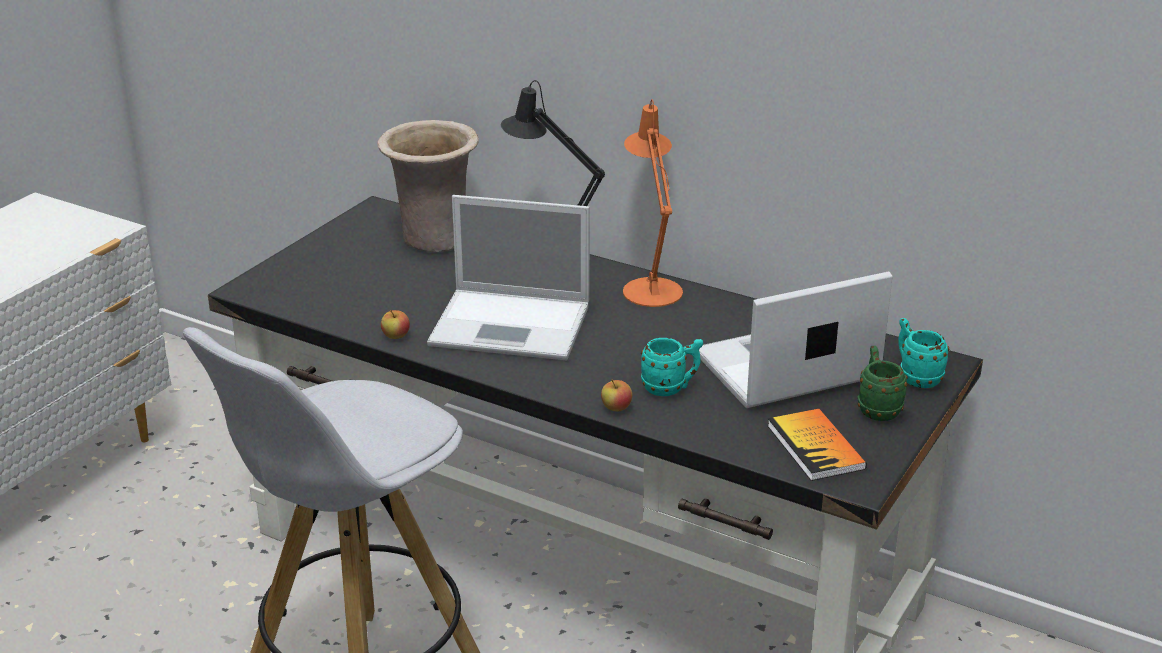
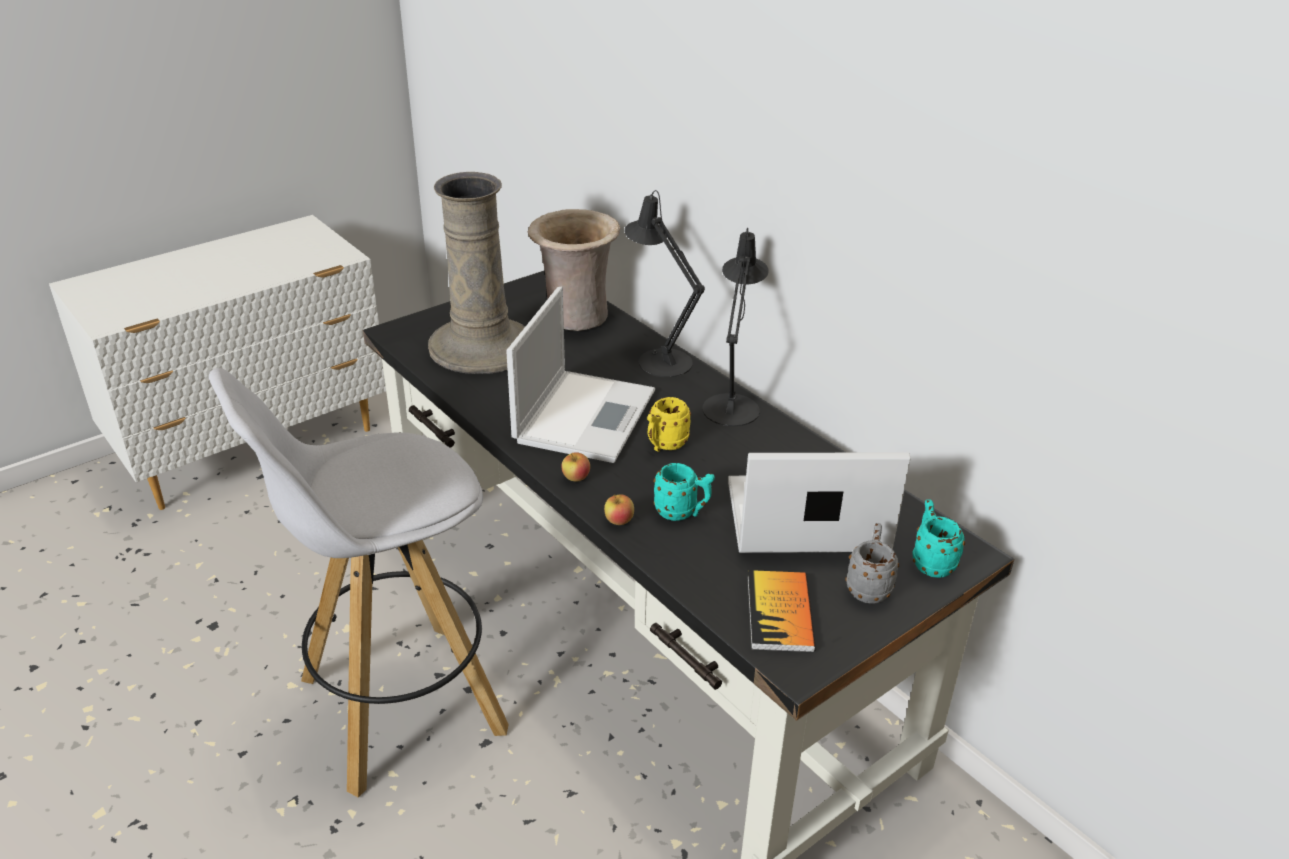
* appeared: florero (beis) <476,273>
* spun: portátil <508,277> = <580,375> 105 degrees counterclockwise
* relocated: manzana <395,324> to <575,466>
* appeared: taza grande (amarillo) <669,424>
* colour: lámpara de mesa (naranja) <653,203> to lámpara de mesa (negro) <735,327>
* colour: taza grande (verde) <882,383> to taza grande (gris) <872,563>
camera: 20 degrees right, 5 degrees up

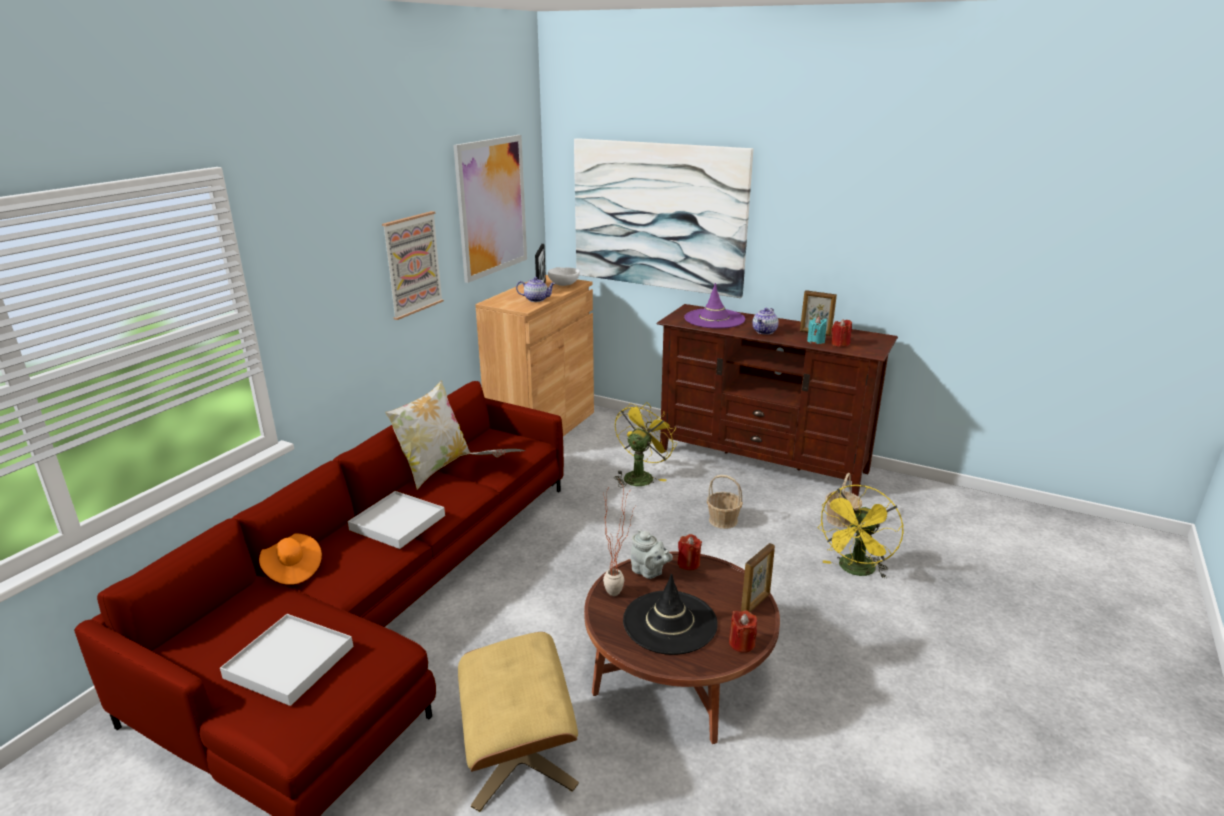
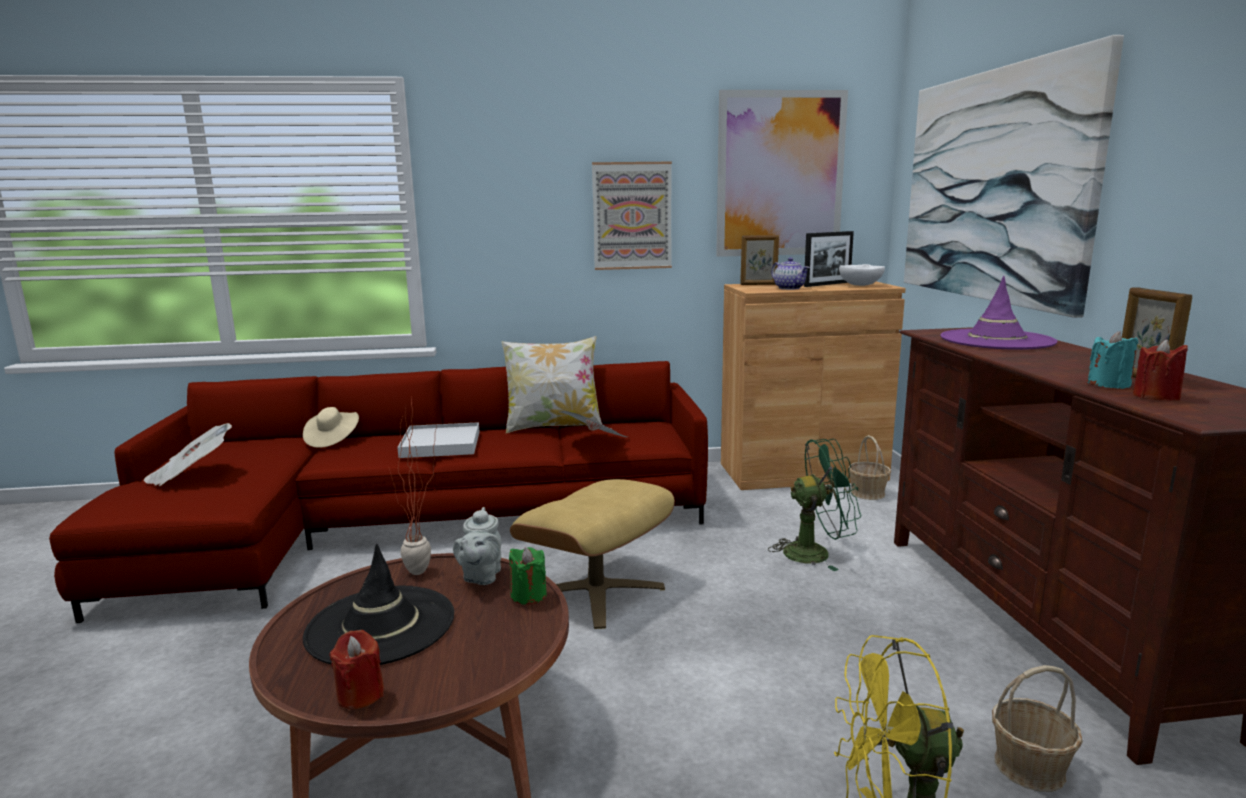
* exchanged: bandeja (blanco) <286,660> to periódico <187,454>
* colour: sombrero (naranja) <290,559> to sombrero (beis) <331,427>
* colour: vela (rojo) <690,552> to vela (verde) <528,576>
* relocated: puf (beis) <518,722> to <592,554>
* relocated: portarretratos <758,577> to <759,260>
* colour: ventilador (amarillo) <645,445> to ventilador (verde) <815,505>
* relocated: cesta <725,502> to <869,467>
* missing: tetera <765,321>
camera: 55 degrees right, 10 degrees down

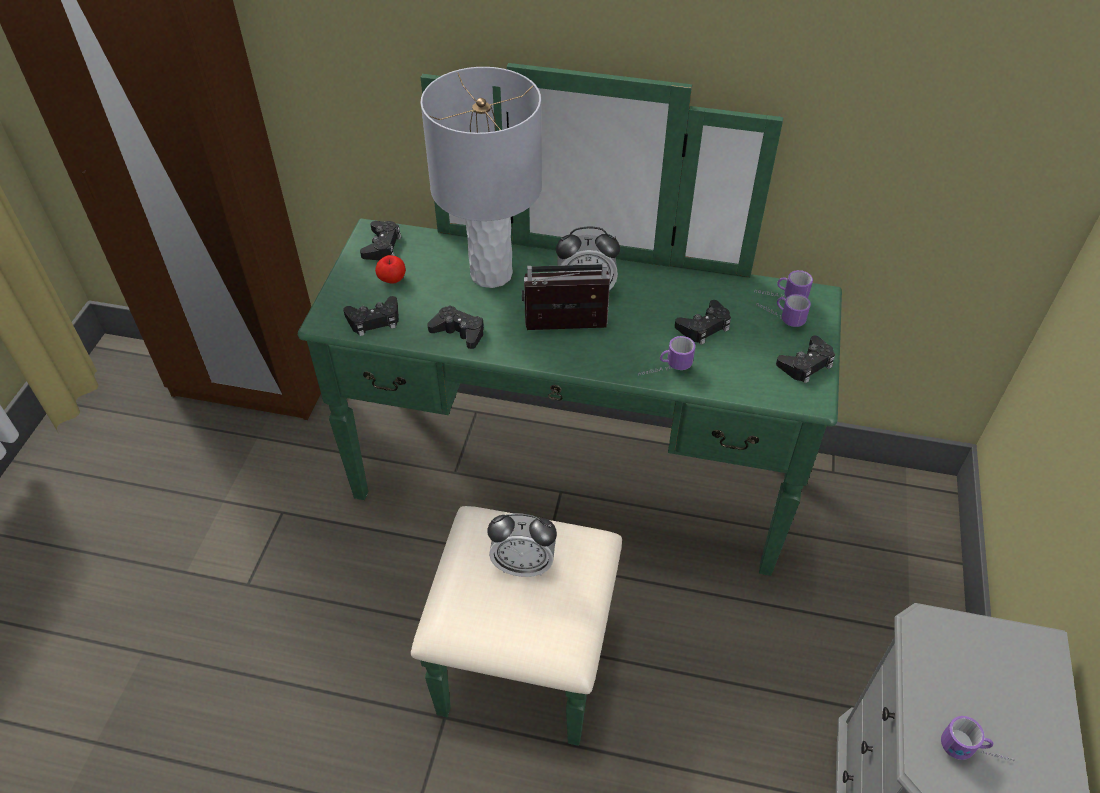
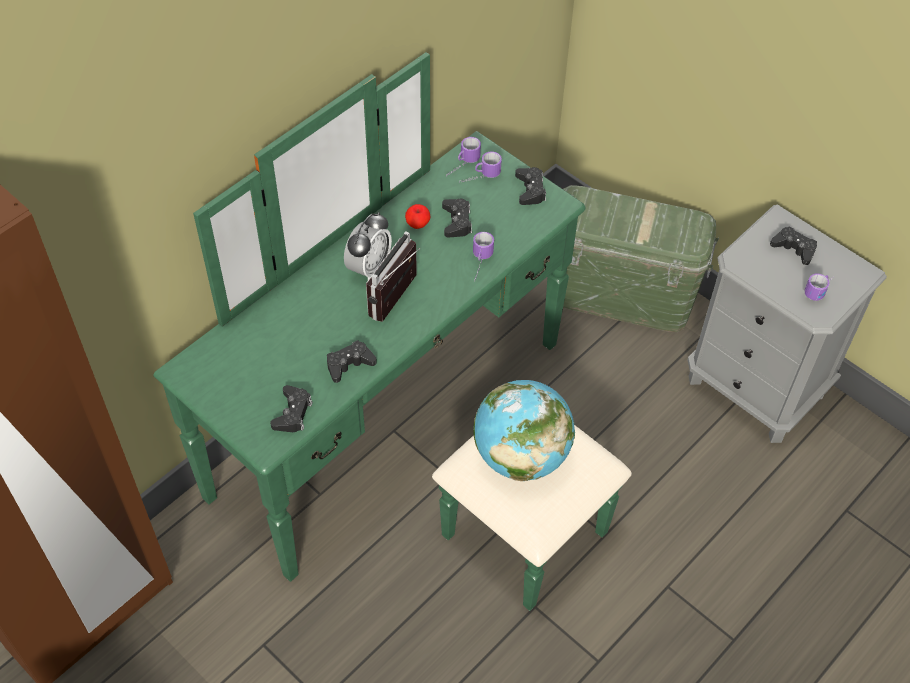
* relocated: manzana <390,269> to <418,216>
* exchanged: despertador <522,545> to globo terráqueo <524,430>
* appeared: caja de almacenaje (verde) <641,258>
* relocated: mando de consola (negro) <381,240> to <793,245>
* missing: lámpara de mesa (gris) <481,177>
camera: 60 degrees left, 5 degrees up

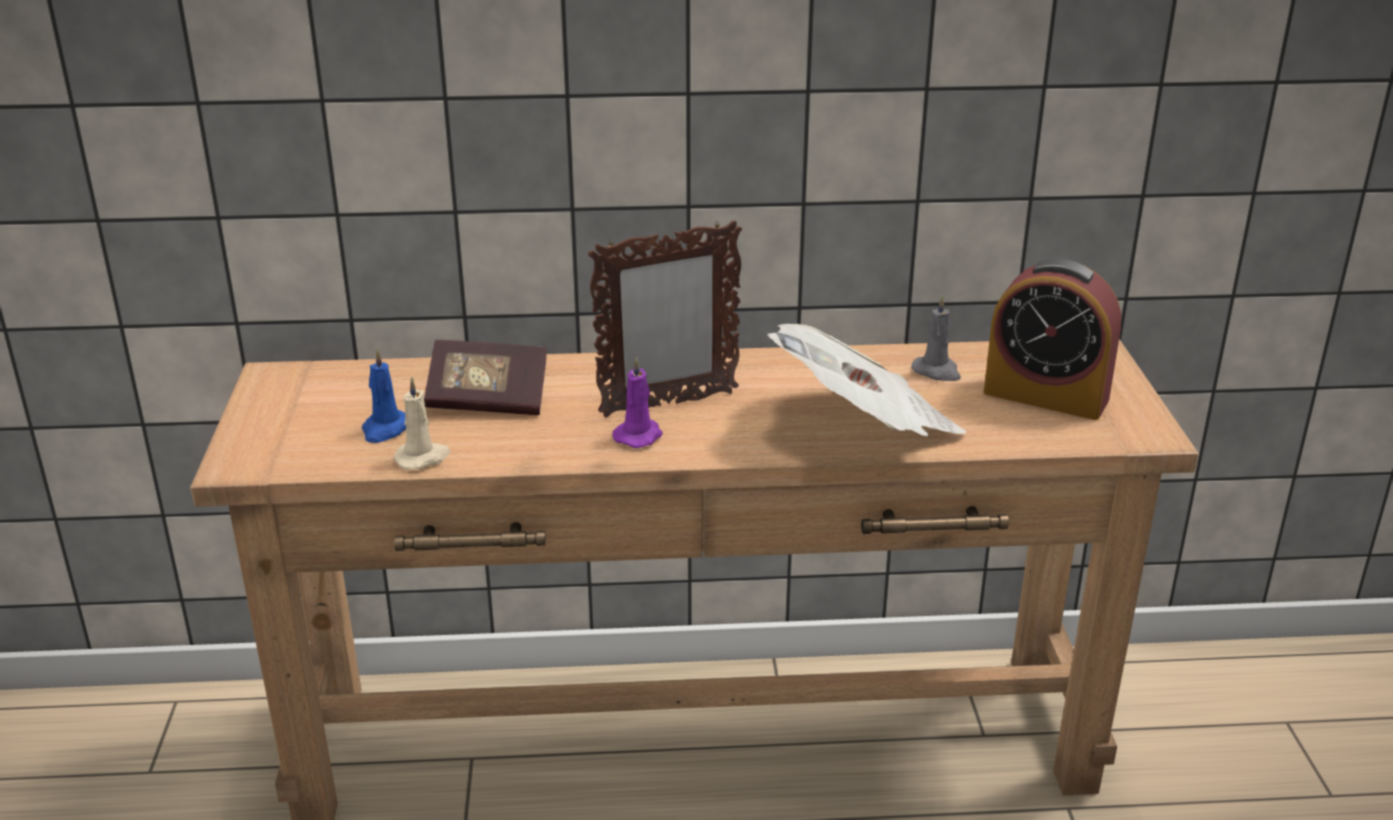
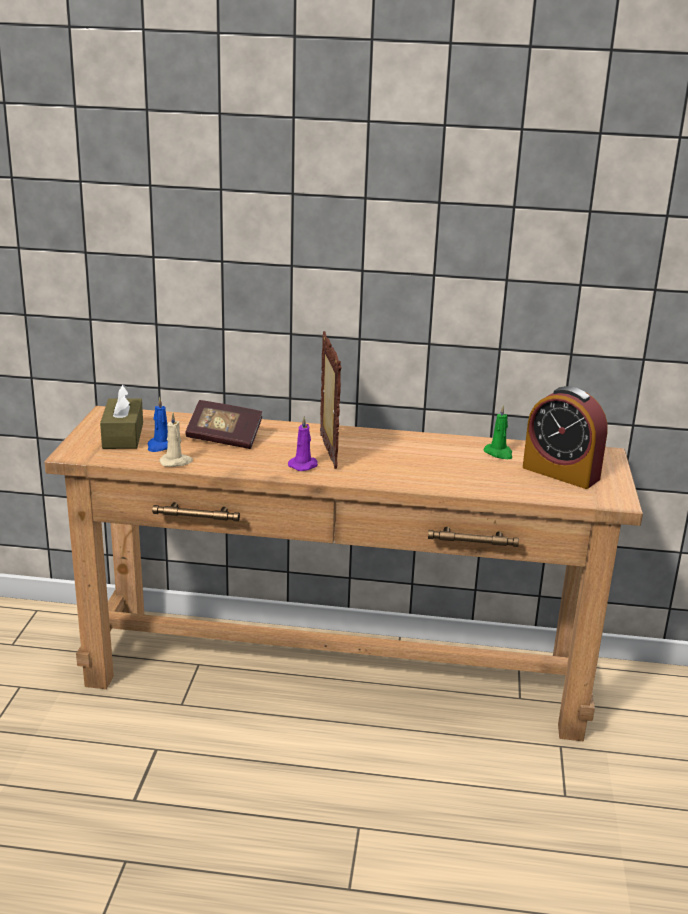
* appeared: caja de pañuelos (marrón) <121,416>
* spun: portarretratos <665,318> = <330,400> 90 degrees counterclockwise
* colour: vela (gris) <936,338> to vela (verde) <498,432>
* missing: periódico <866,380>
camera: 10 degrees right, 5 degrees down

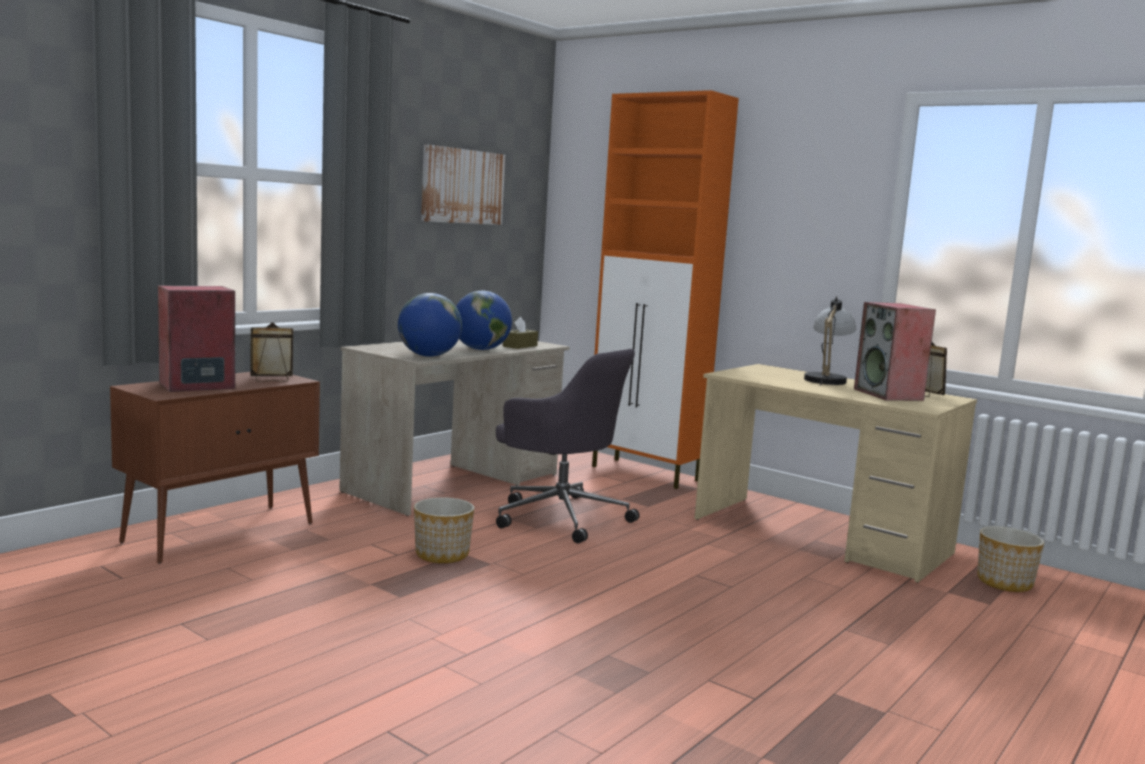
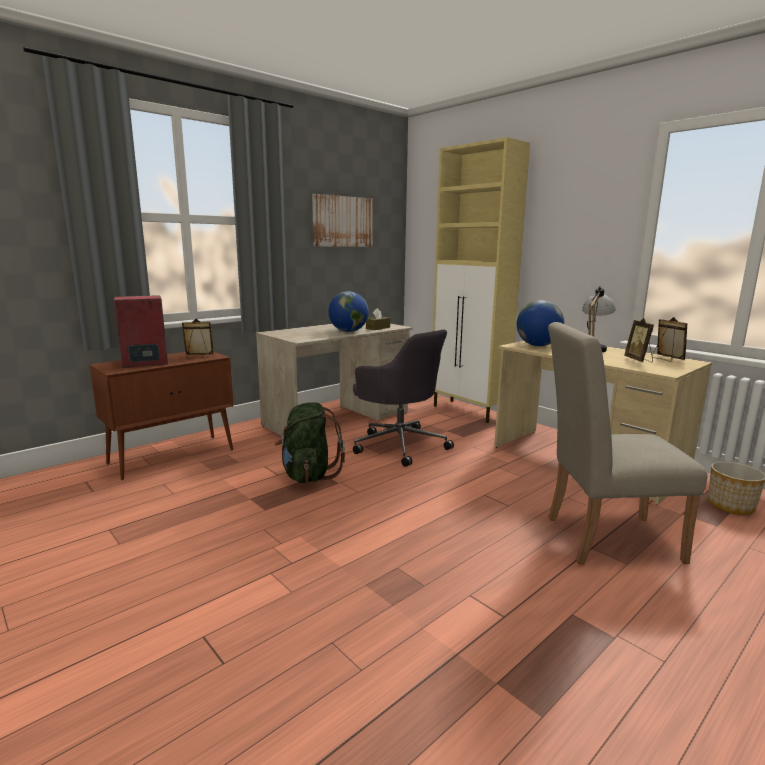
* exchanged: maceta <444,530> to mochila (verde) <310,442>
* colour: armario (naranja) <665,289> to armario (beis) <481,280>
* relocated: globo terráqueo <430,325> to <540,323>
* appeared: silla (beis) <628,443>
* exchanged: altavoz <895,351> to portarretratos <639,340>
camera: 10 degrees right, 5 degrees up

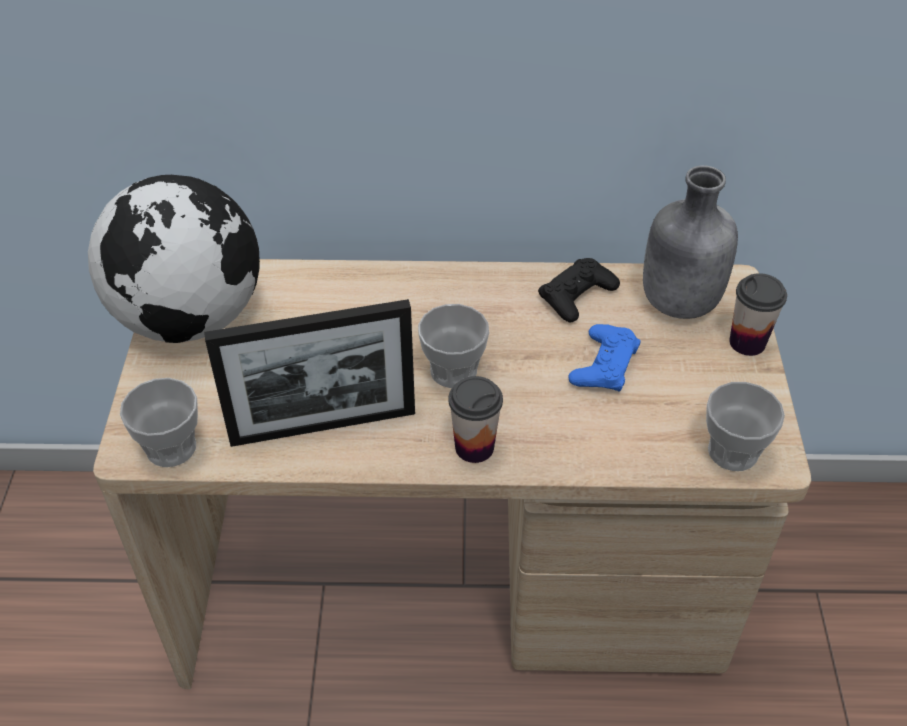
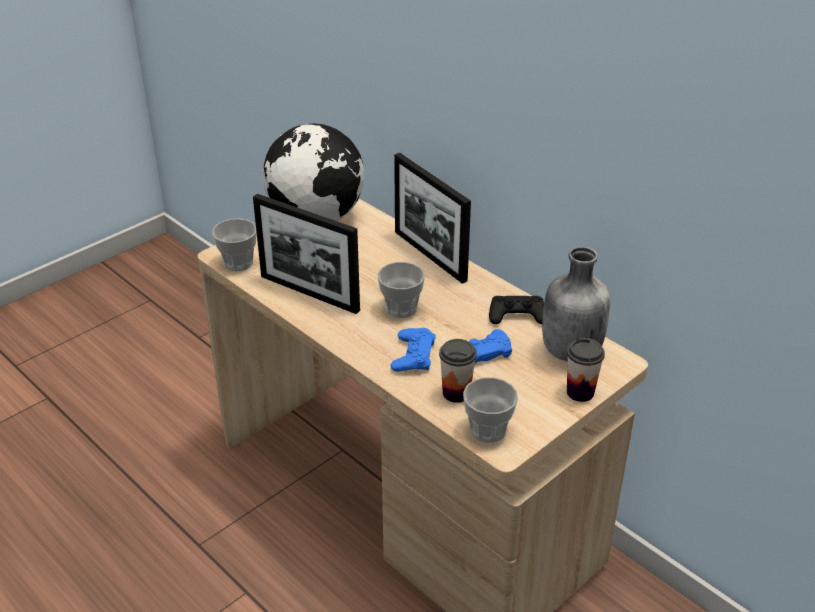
* appeared: mando de consola (azul) <413,350>
* appeared: portarretratos <432,218>
* relocated: taza <475,419> to <458,371>
camera: 45 degrees right, 10 degrees down

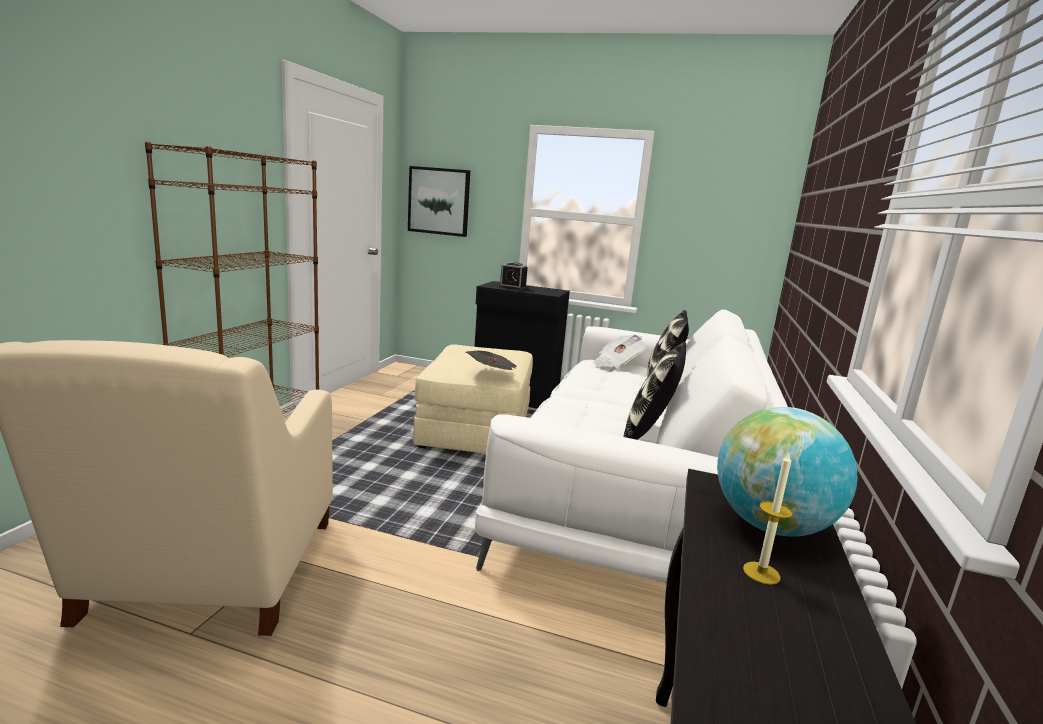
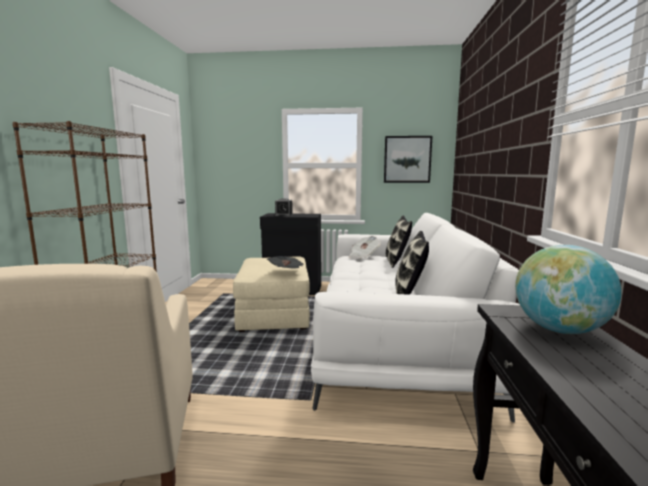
* relocated: cuadro <439,201> to <408,159>
* missing: vela <768,519>
camera: 10 degrees left, 5 degrees down

